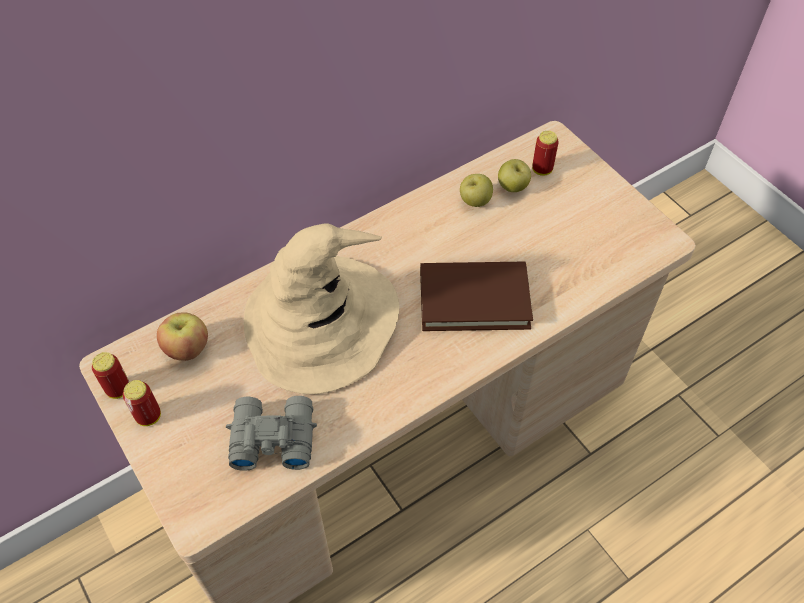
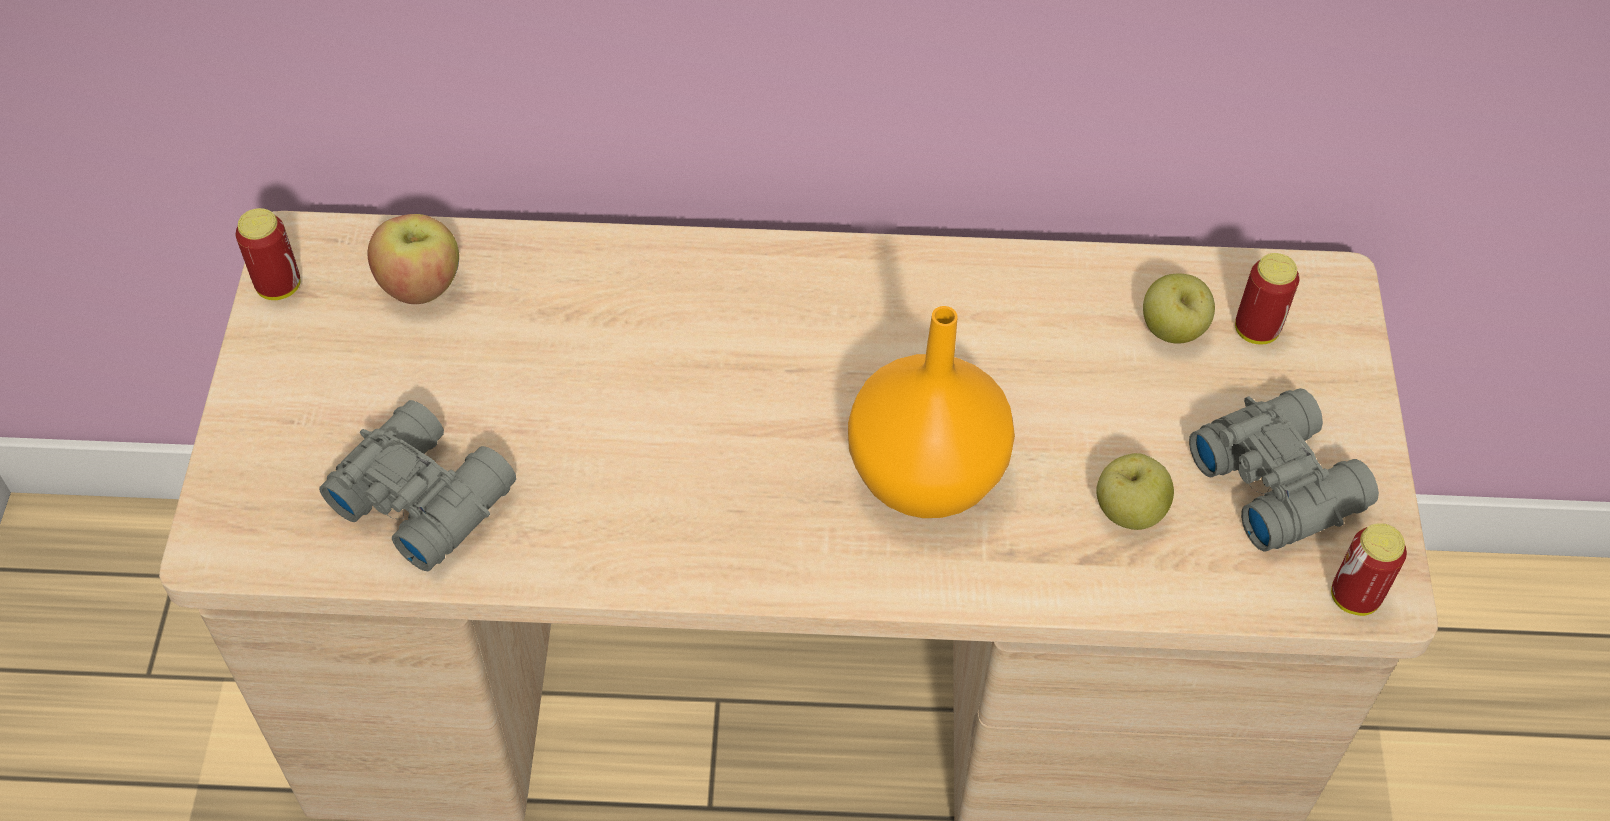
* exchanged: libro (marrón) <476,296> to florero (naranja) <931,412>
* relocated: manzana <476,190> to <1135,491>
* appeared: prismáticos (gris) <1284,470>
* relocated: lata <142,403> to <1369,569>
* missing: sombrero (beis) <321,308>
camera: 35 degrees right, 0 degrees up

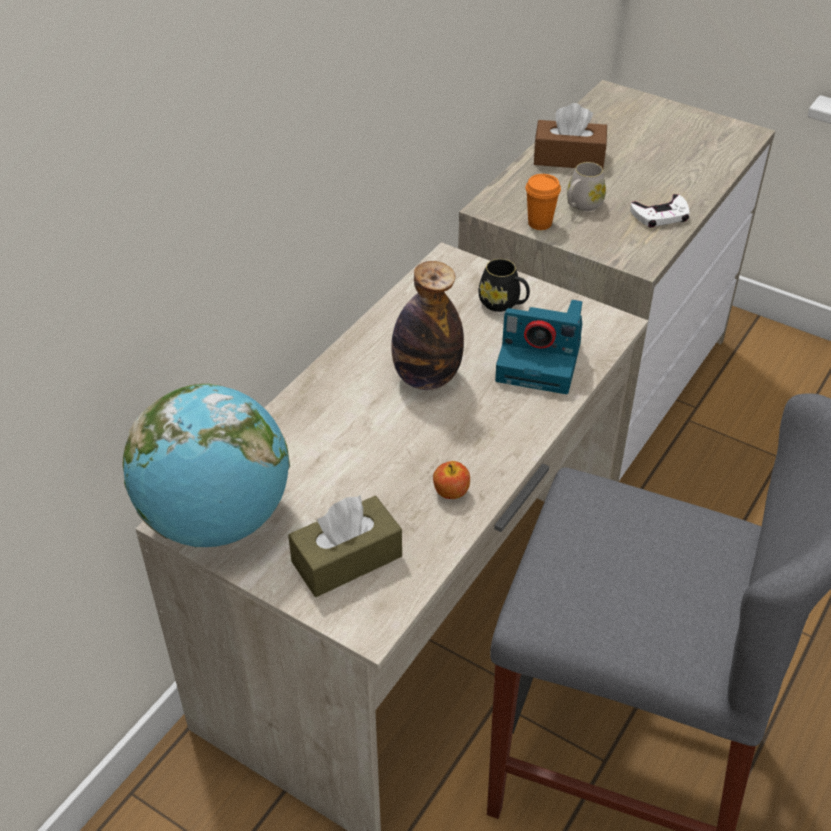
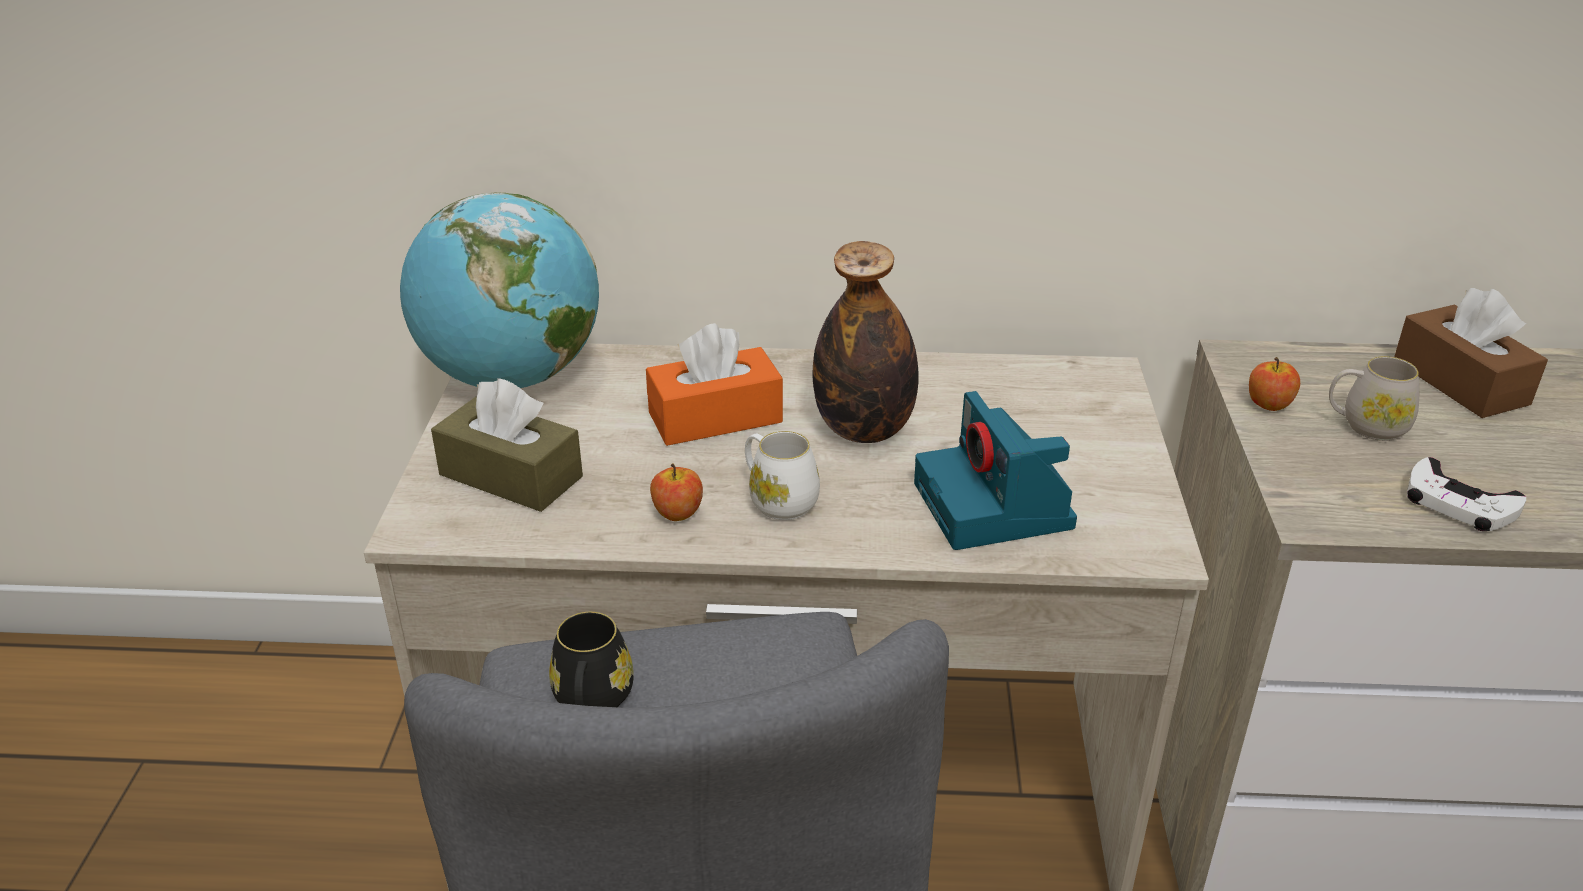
* relocated: taza grande (negro) <504,285> to <591,659>
* appeared: caja de pañuelos (naranja) <714,384>
* appeared: taza grande (blanco) <782,475>
* exchanged: taza (naranja) <543,202> to manzana <1274,384>
camera: 60 degrees right, 10 degrees down

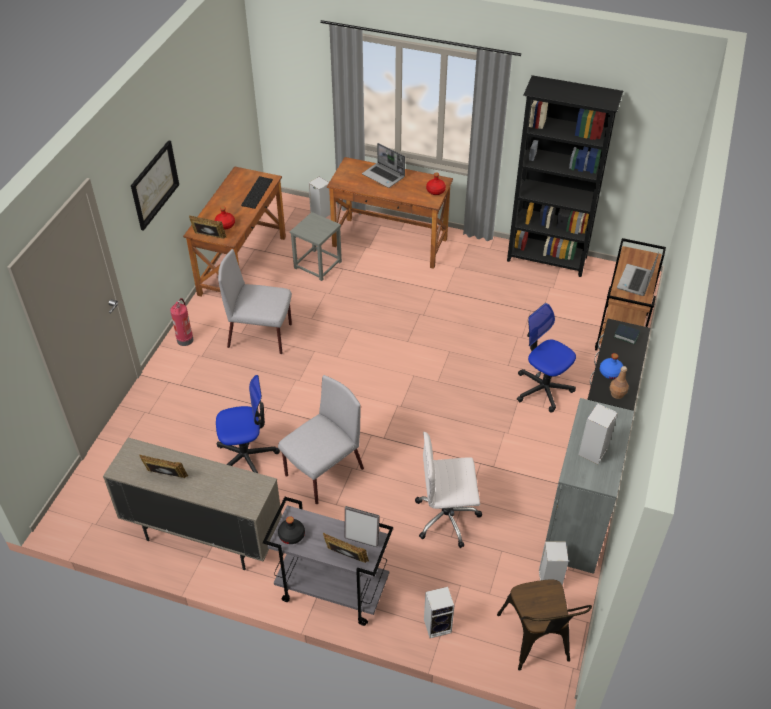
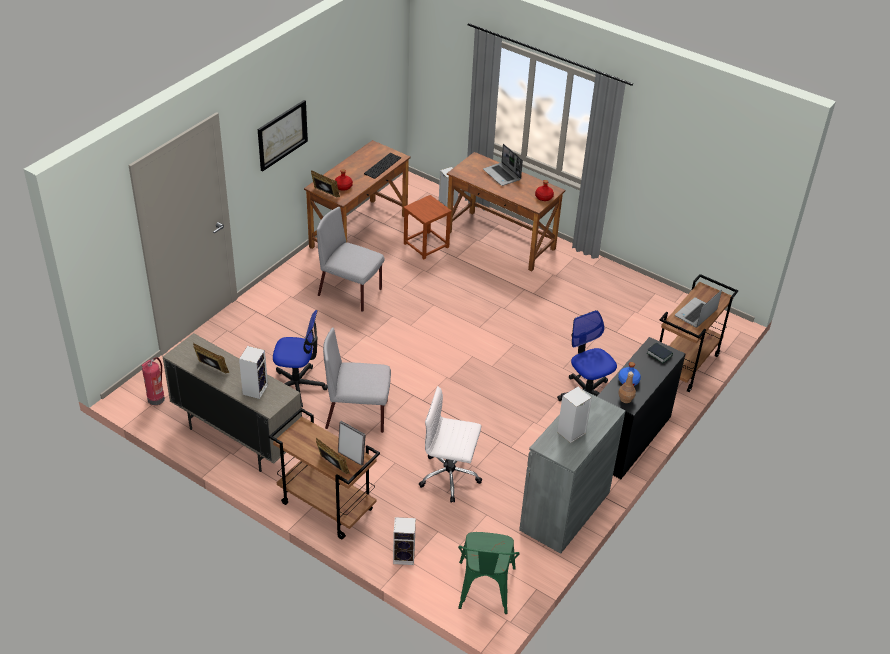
* relocated: extintor <181,322> to <153,381>
* relocated: altavoz <554,563> to <253,372>
* colour: carrito (gris) <328,561> to carrito (marrón) <324,473>
* spun: silla (gris) <321,439> = <357,380> 150 degrees counterclockwise
* colour: taburete (gris) <316,246> to taburete (marrón) <427,227>
* colour: silla (marrón) <544,625> to silla (verde) <489,573>
* missing: botella (negro) <291,530>
* missing: estantería (negro) <565,176>
camera: 15 degrees right, 5 degrees down

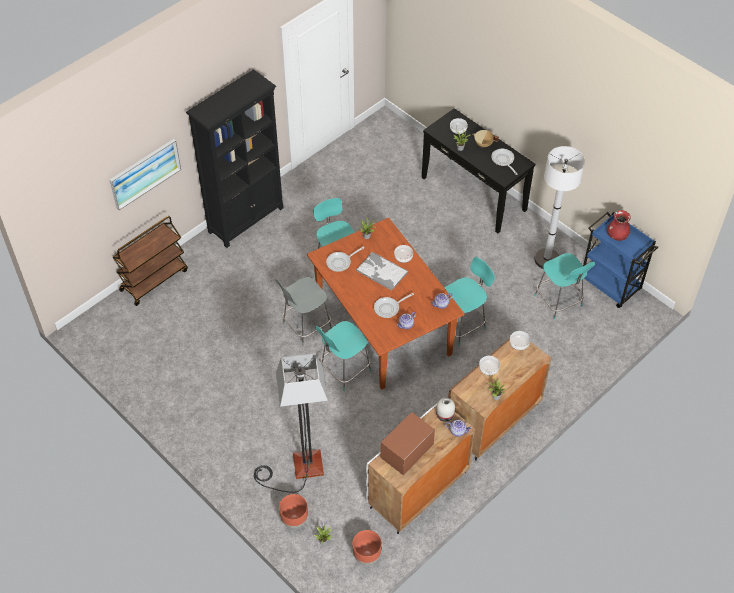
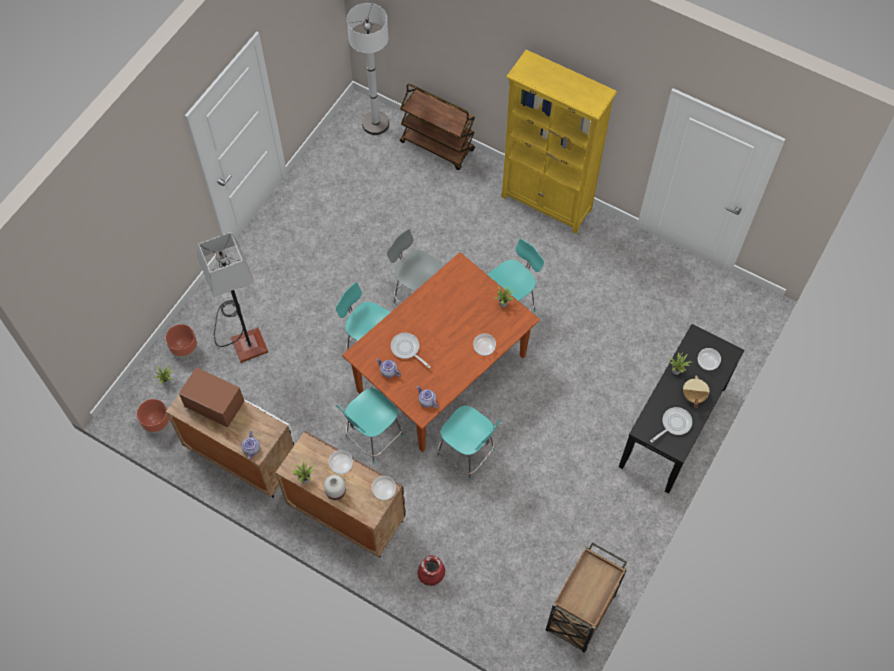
* relocated: florero (blanco) <445,410> to <335,487>
* relocated: silla (turquesa) <564,286> to <370,425>
* relocated: lámpara de pie (blanco) <559,207> to <368,69>
* relocated: florero (rojo) <619,225> to <431,570>
* colour: estantería (negro) <235,158> to estantería (amarillo) <559,142>
* colour: carrito (azul) <620,260> to carrito (marrón) <586,598>
* missing: cuadro <145,174>
* missing: sartén <345,259>
* missing: bandeja <382,271>
camera: 75 degrees right, 10 degrees up

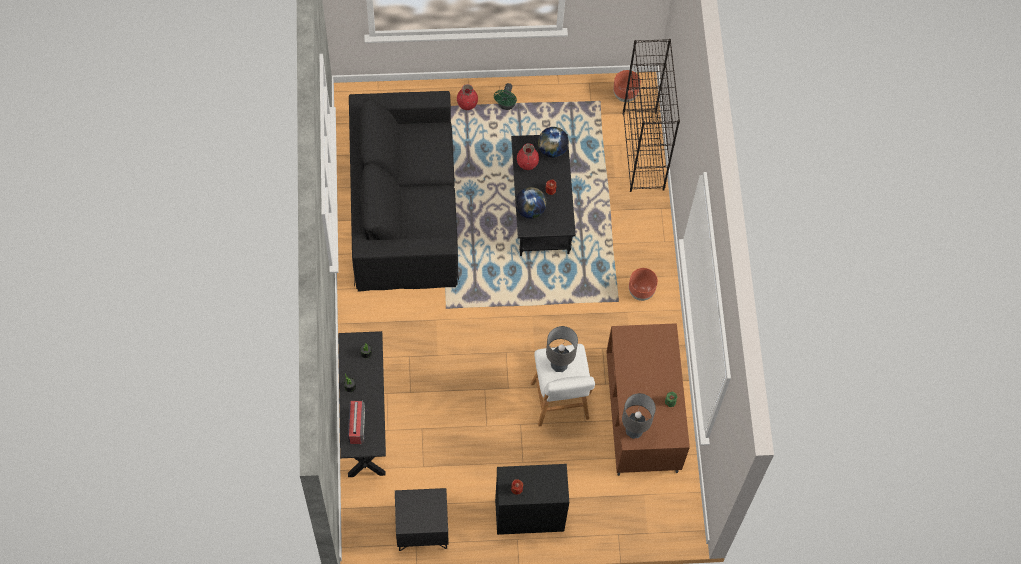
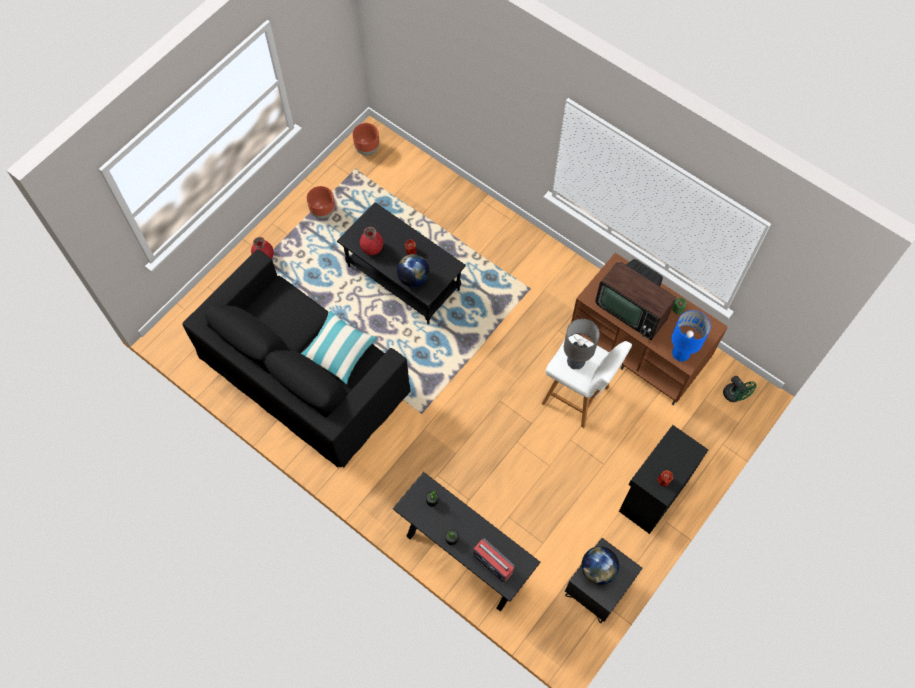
* appeared: cojín <339,347>
* relocated: maceta (marrón) <643,284> to <321,202>
* relocated: globo terráqueo <553,142> to <600,565>
* appeared: televisor <635,299>
* colour: lámpara de mesa (gris) <639,416> to lámpara de mesa (azul) <691,336>
* relocated: ventilador (verde) <505,96> to <739,389>
* missing: estantería (negro) <651,115>
camera: 45 degrees left, 0 degrees up

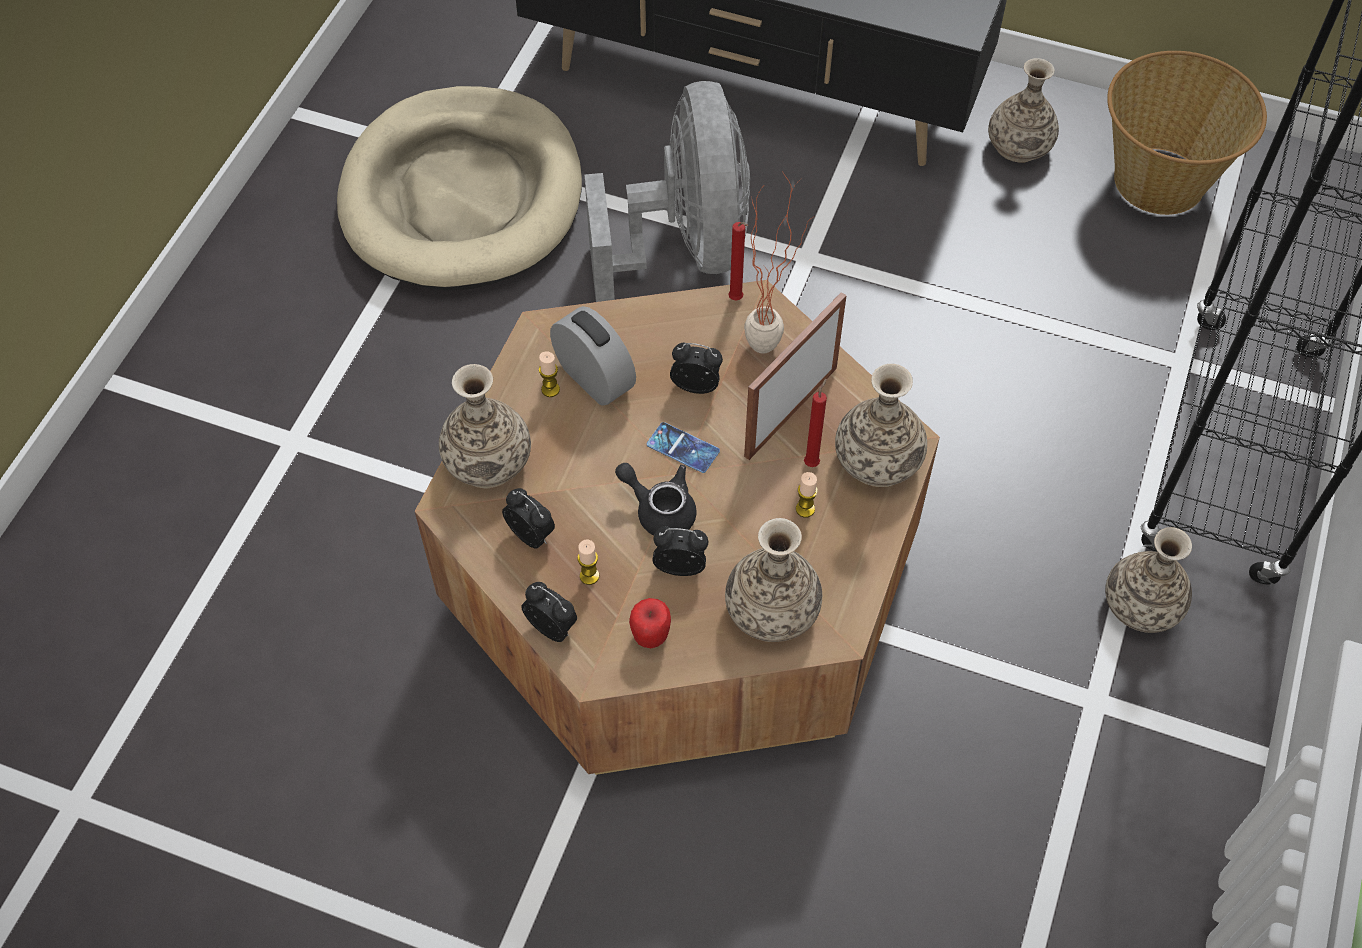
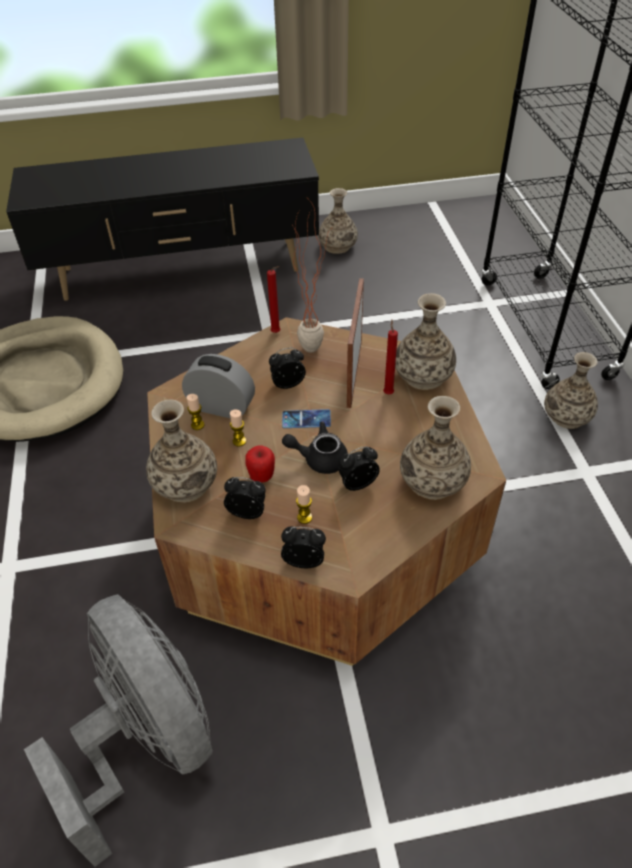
* relocated: ventilador (gris) <667,191> to <118,730>
* relocated: vela <807,495> to <238,428>
* relocated: manzana <650,623> to <260,464>
* missing: cesta <1187,133>
camera: 30 degrees left, 10 degrees down

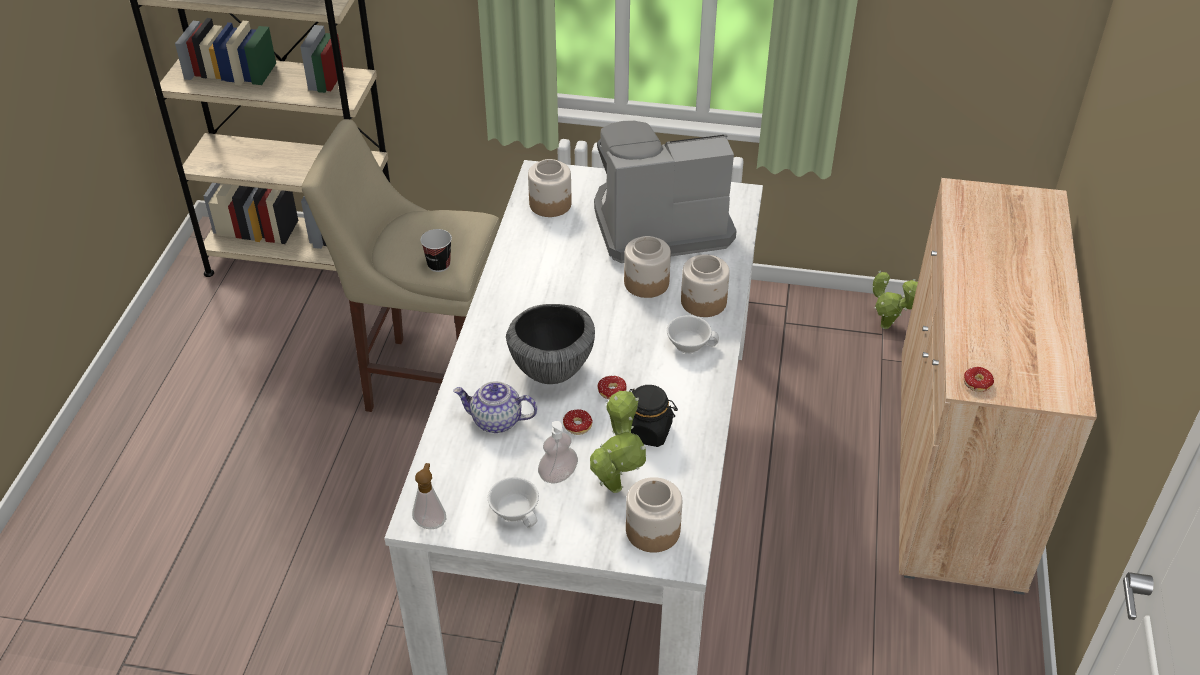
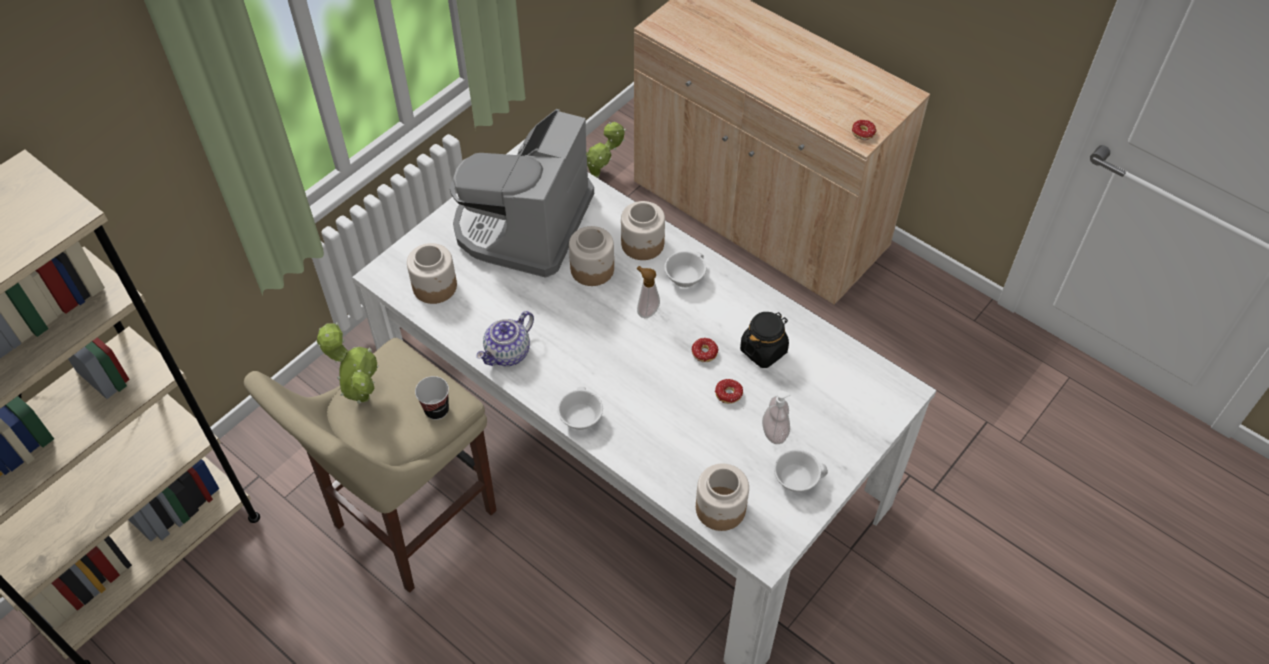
* relocated: planta en maceta <618,442> to <348,363>
* relocated: tetera <495,407> to <505,338>
* appeared: taza (blanco) <580,408>
* relocated: dispensador de jabón <429,496> to <648,292>
* relocated: tarro <654,515> to <722,497>
* missing: cuenco <550,344>
camera: 60 degrees left, 10 degrees up

